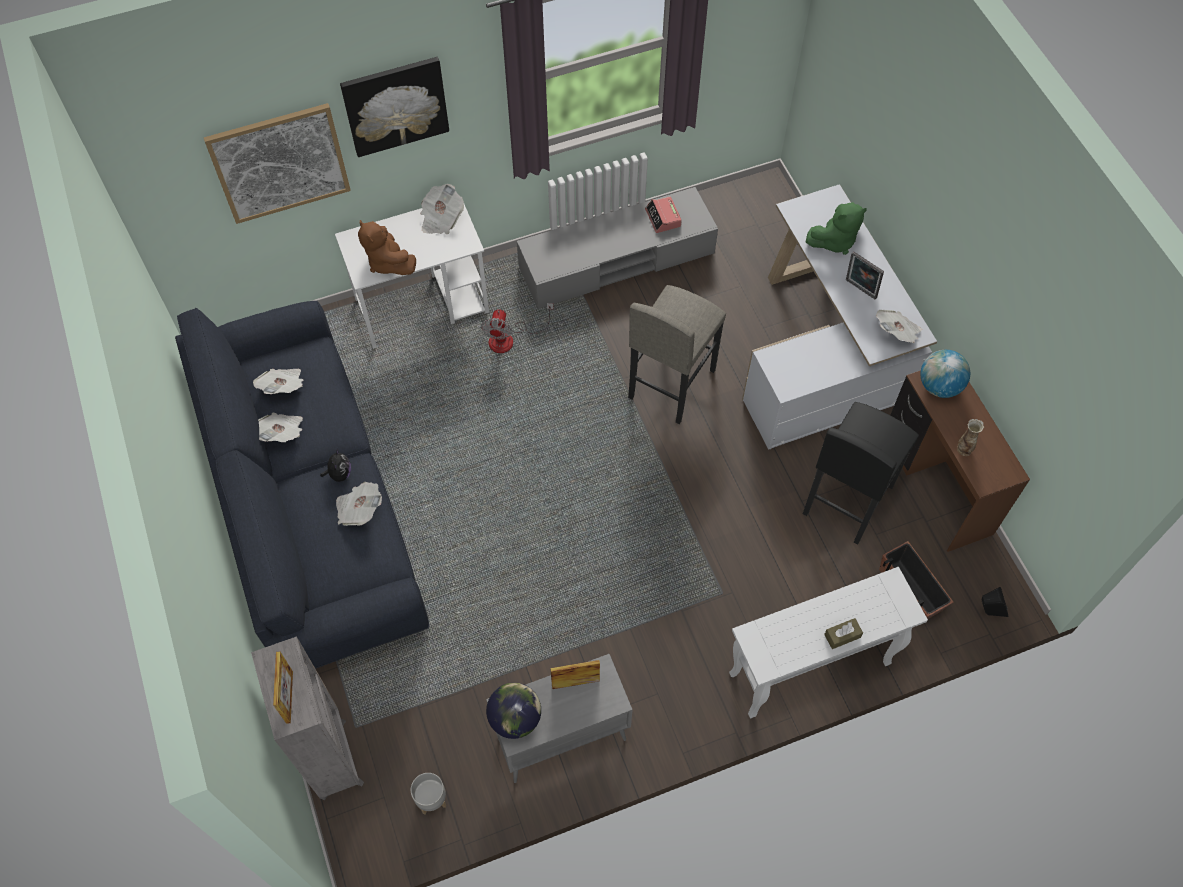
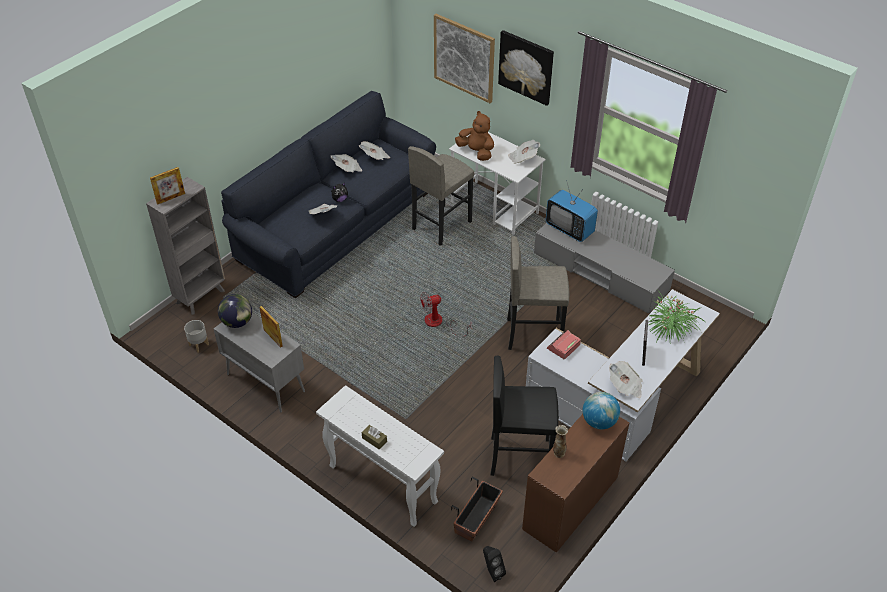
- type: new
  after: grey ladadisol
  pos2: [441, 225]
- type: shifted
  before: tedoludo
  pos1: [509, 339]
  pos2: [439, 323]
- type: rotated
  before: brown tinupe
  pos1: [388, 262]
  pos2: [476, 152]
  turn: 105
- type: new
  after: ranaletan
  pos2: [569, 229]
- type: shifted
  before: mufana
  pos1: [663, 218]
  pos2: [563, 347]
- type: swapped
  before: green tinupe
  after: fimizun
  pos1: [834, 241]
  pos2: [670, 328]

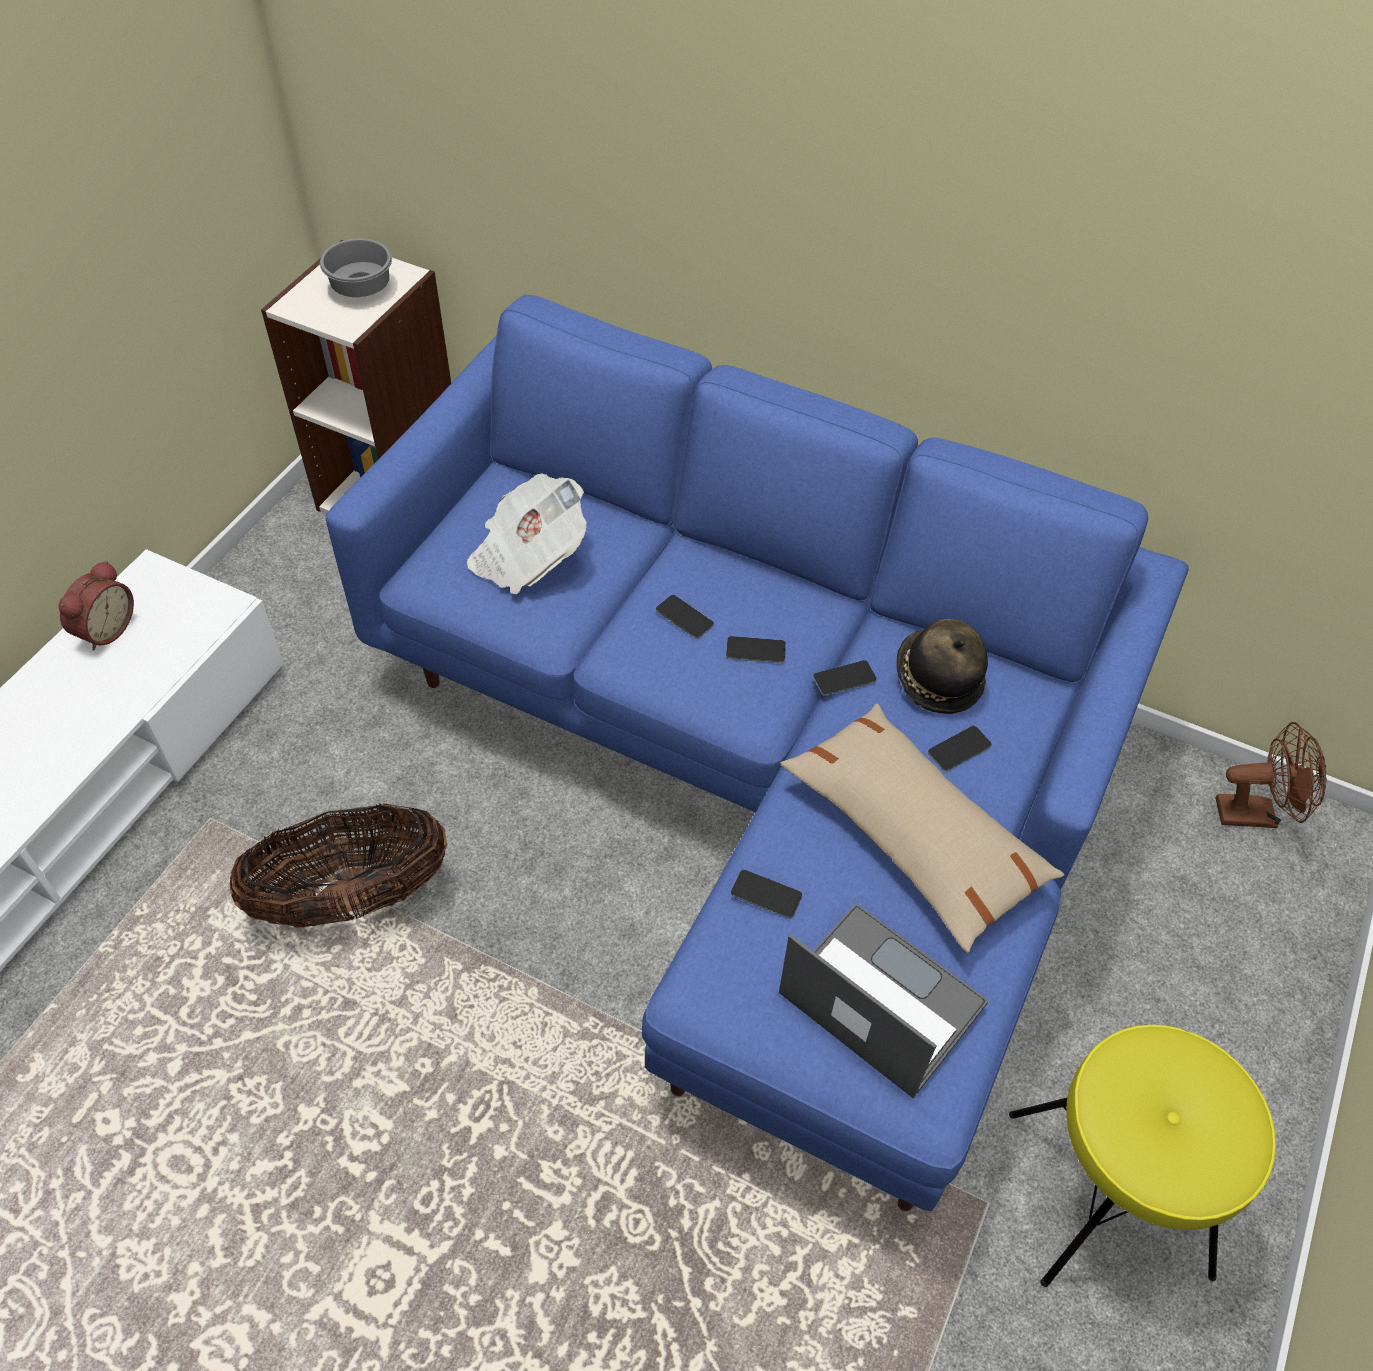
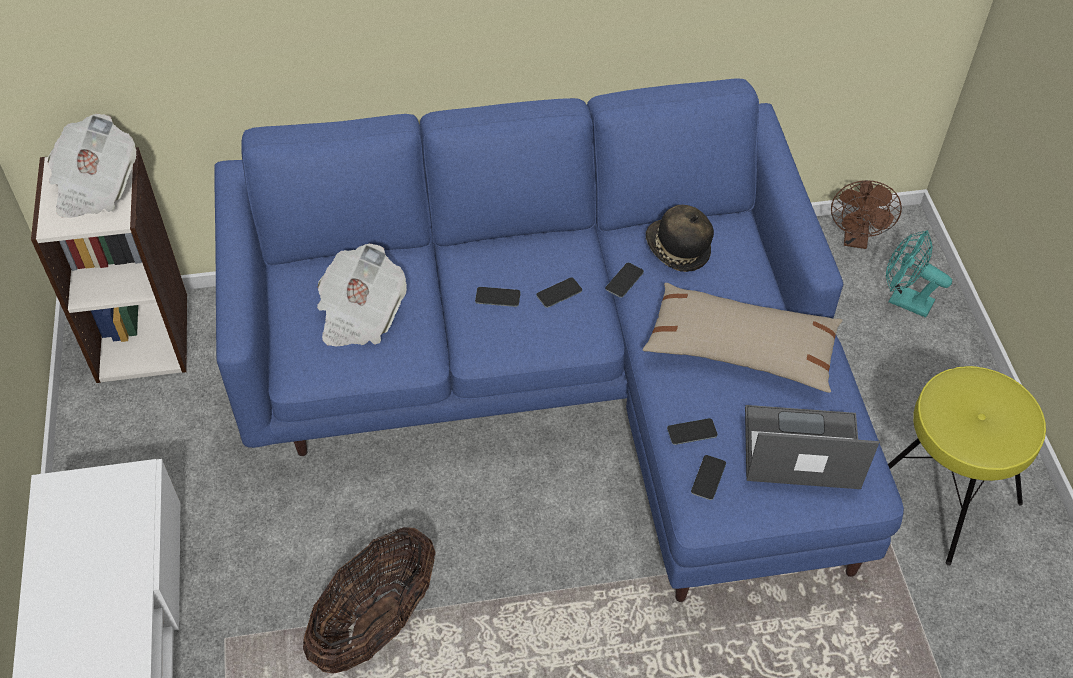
- type: swapped
  before: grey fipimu
  after: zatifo
  pos1: [360, 289]
  pos2: [95, 187]
- type: shifted
  before: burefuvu
  pos1: [959, 749]
  pos2: [708, 477]
- type: rotated
  before: brown tedoludo
  pos1: [1255, 813]
  pos2: [856, 239]
  turn: 135
- type: new
  after: turquoise tedoludo
  pos2: [903, 300]
- type: gone
  before: mufana
  pos1: [104, 629]

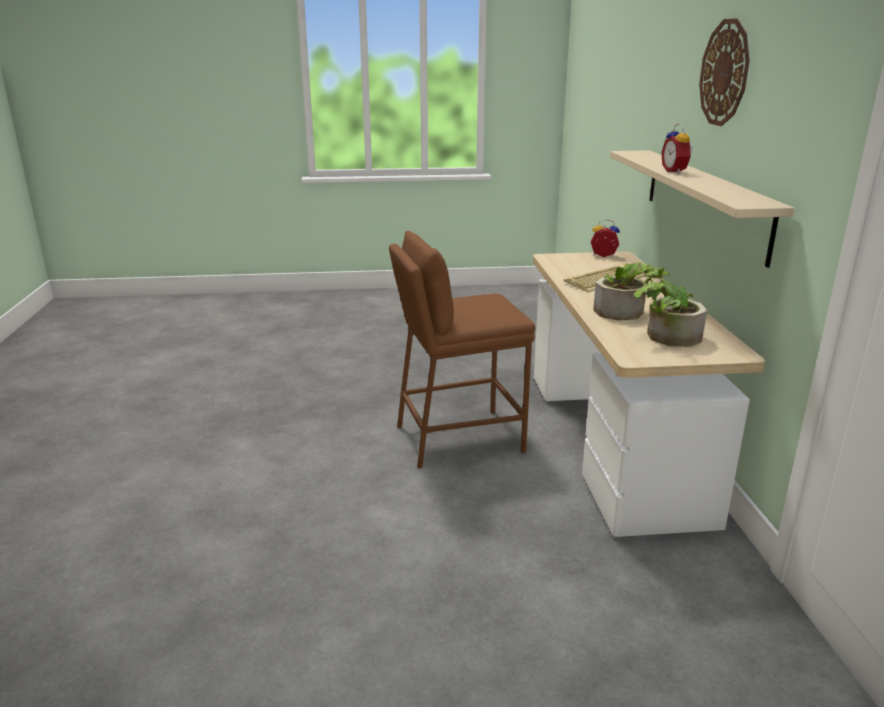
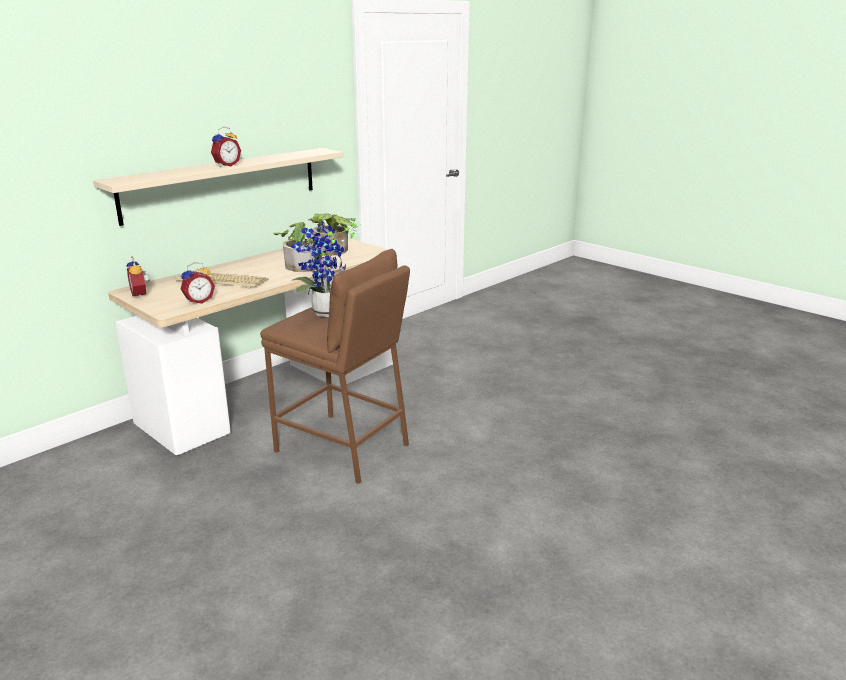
- type: new
  after: mufana
  pos2: [198, 301]
- type: new
  after: fimizun
  pos2: [327, 314]
- type: gone
  before: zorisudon
  pos1: [724, 73]

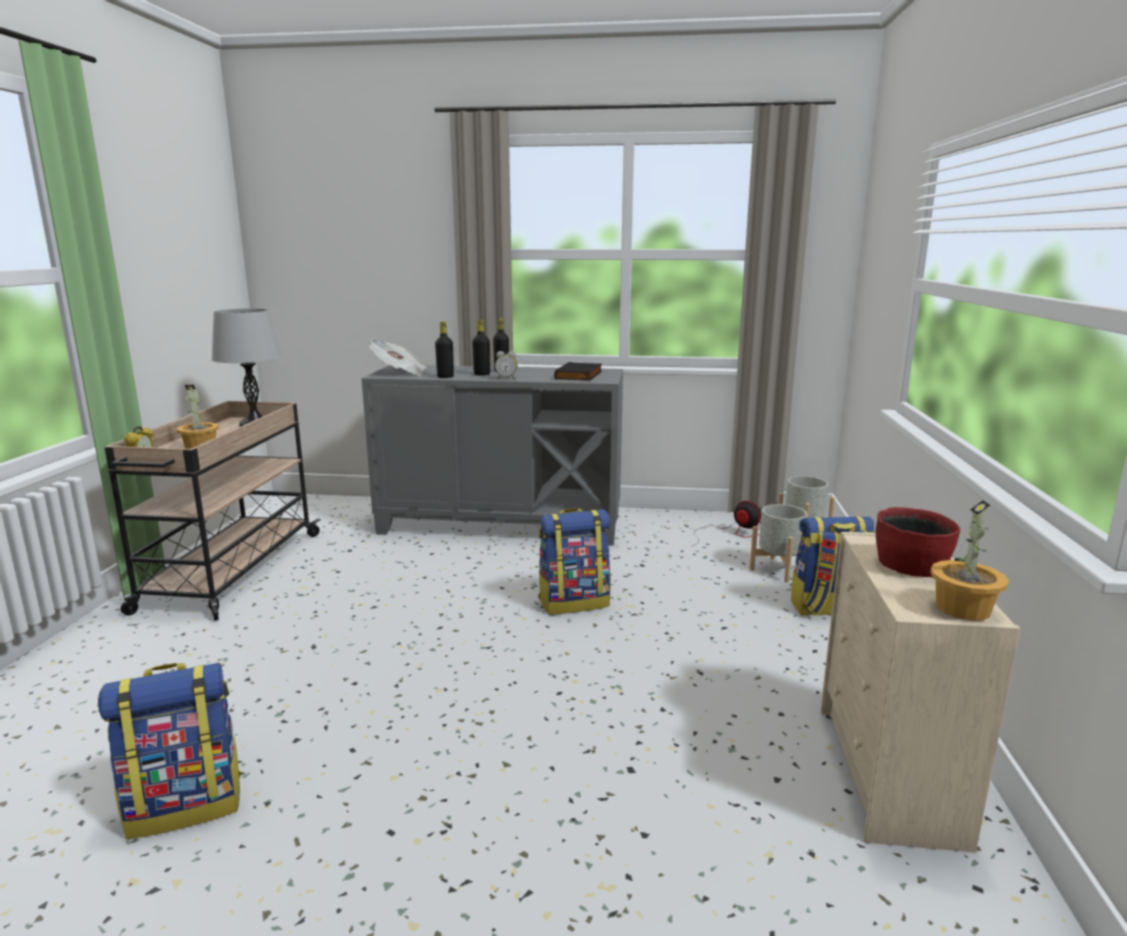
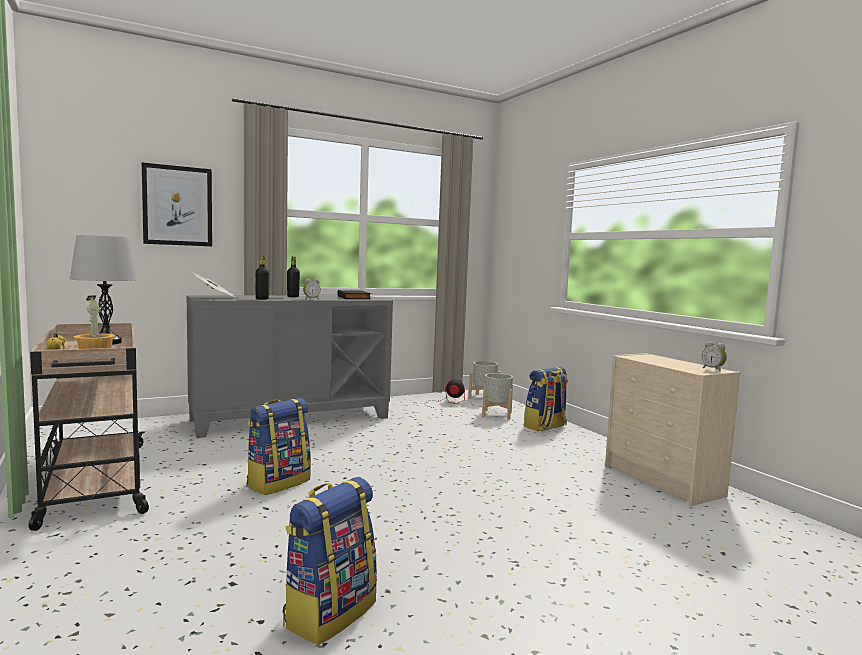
- type: new
  after: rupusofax
  pos2: [177, 206]
- type: shifted
  before: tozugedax
  pos1: [574, 602]
  pos2: [278, 483]
- type: swapped
  before: fimizun
  after: mufana
  pos1: [964, 609]
  pos2: [713, 369]
- type: gone
  before: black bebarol
  pos1: [482, 374]
- type: gone
  before: red fipimu
  pos1: [912, 565]

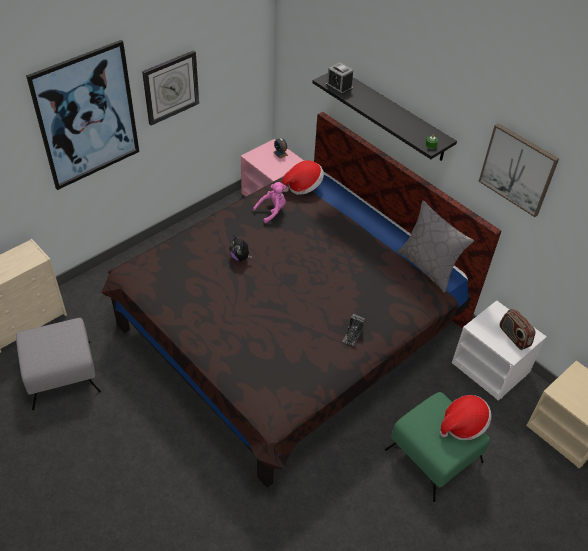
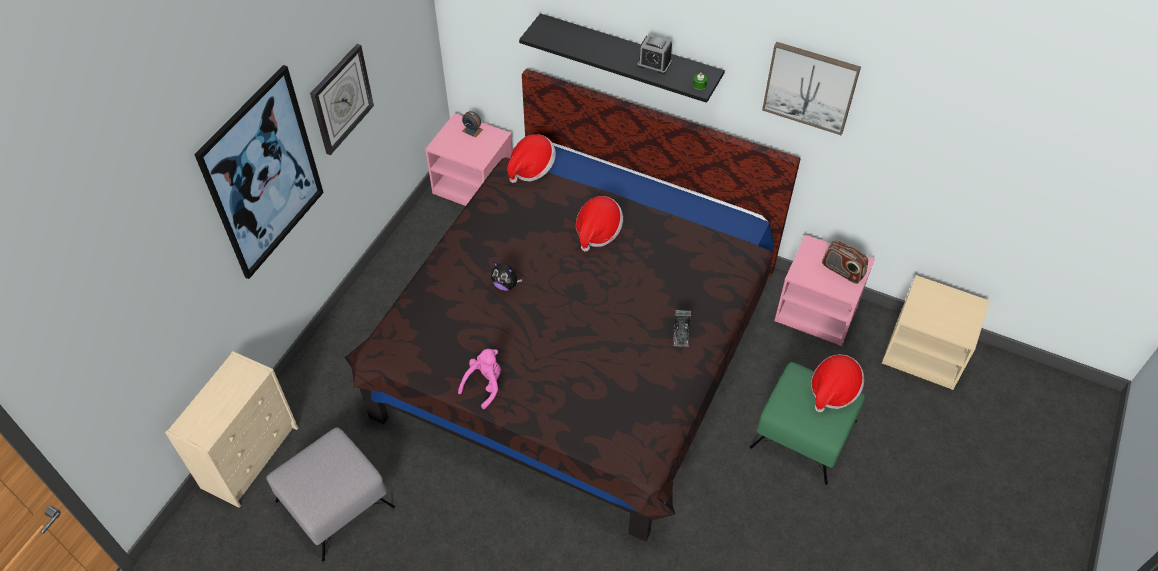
- type: shifted
  before: pink tinupe
  pos1: [272, 211]
  pos2: [484, 385]
- type: new
  after: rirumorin
  pos2: [597, 232]
- type: shifted
  before: mufana
  pos1: [339, 87]
  pos2: [654, 64]
- type: repainted
  before: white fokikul
  after: pink fokikul
  pos1: [491, 368]
  pos2: [818, 311]
- type: gone
  before: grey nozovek
  pos1: [428, 267]

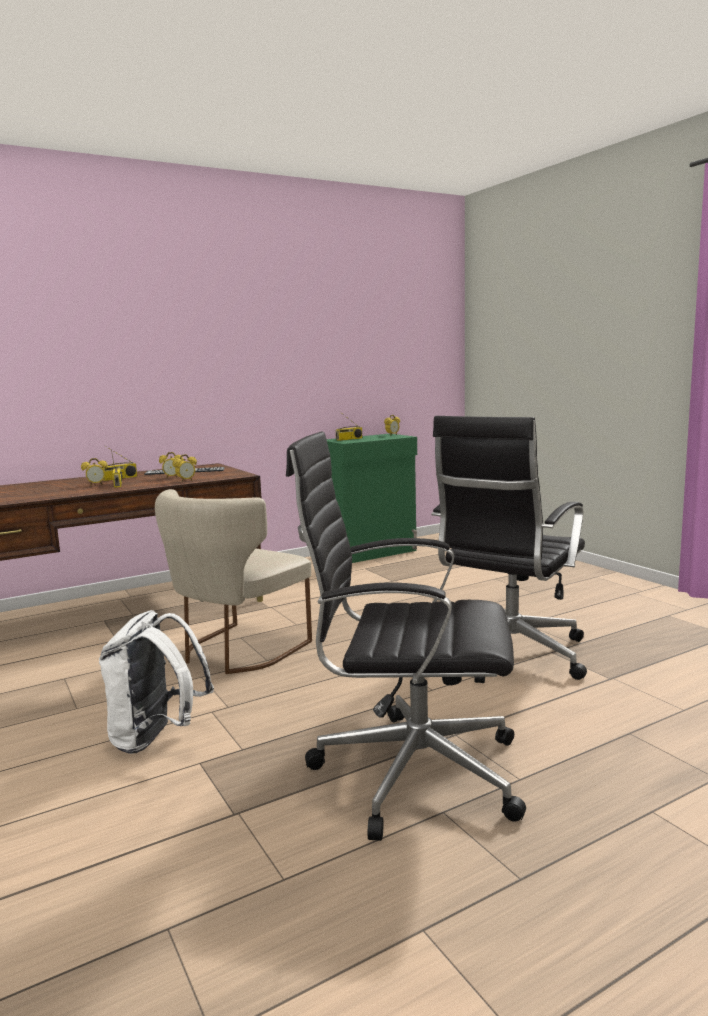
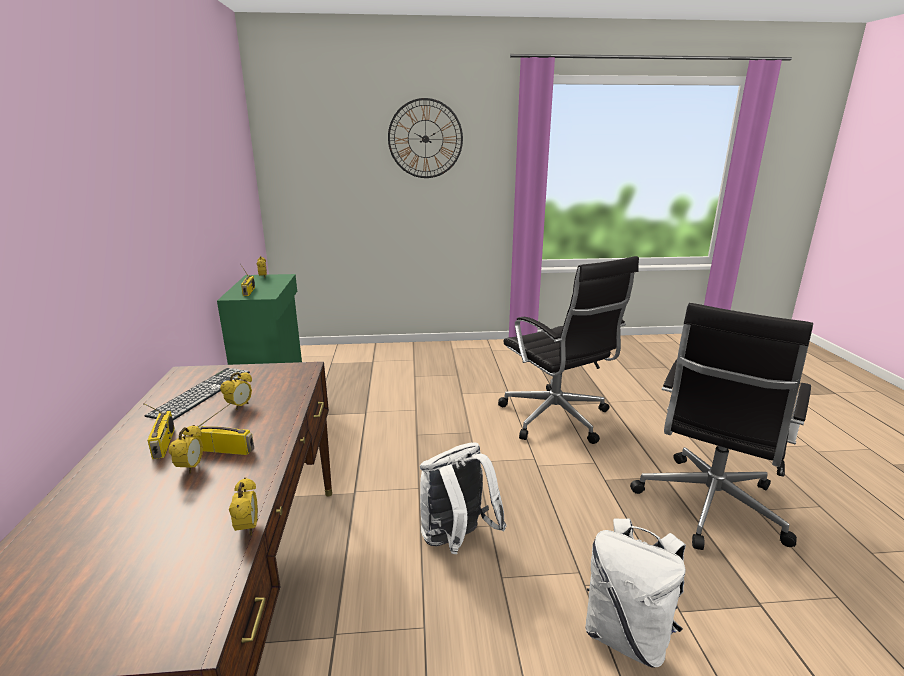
- type: shifted
  before: mufana
  pos1: [186, 481]
  pos2: [248, 528]
- type: new
  after: zorisudon
  pos2: [425, 139]
- type: swapped
  before: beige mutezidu
  after: white tozugedax
  pos1: [236, 652]
  pos2: [456, 540]

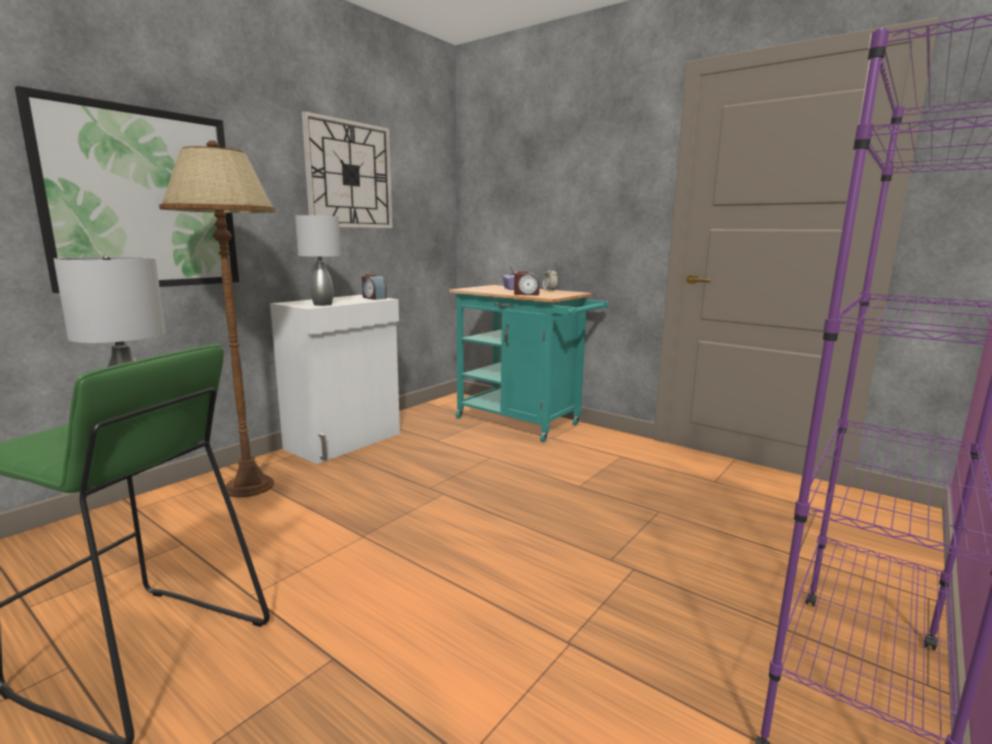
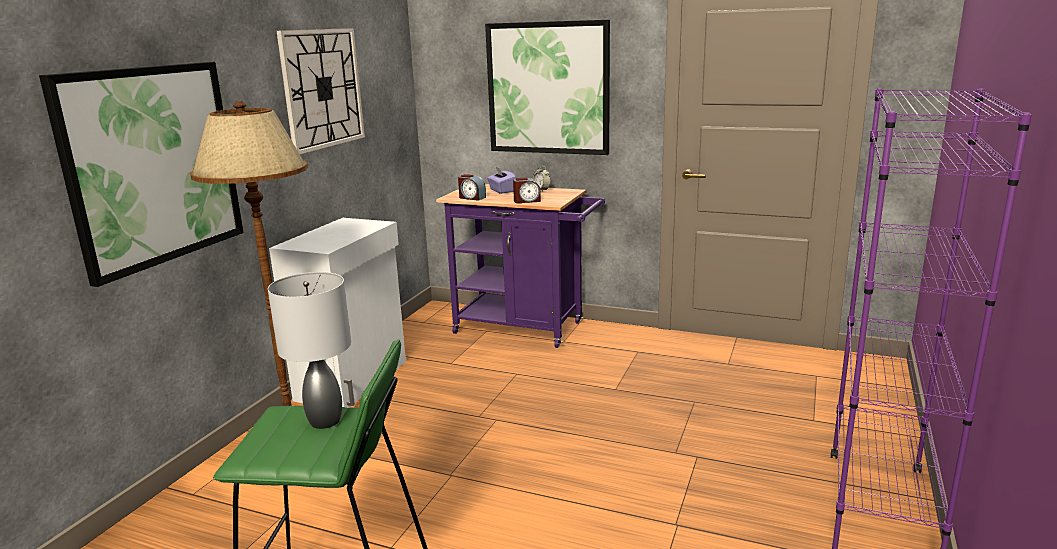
- type: repainted
  before: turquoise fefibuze
  after: purple fefibuze
  pos1: [524, 423]
  pos2: [526, 328]
- type: shifted
  before: mufana
  pos1: [373, 298]
  pos2: [471, 198]
- type: new
  after: rupusofax
  pos2: [548, 88]
- type: gone
  before: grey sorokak
  pos1: [323, 304]

